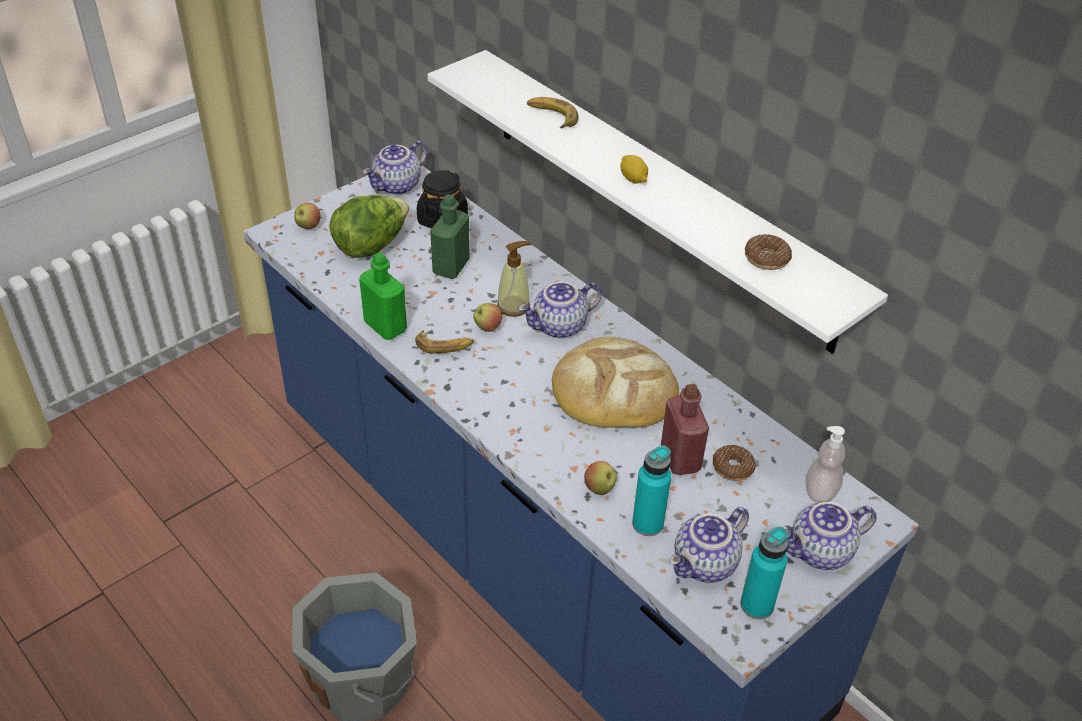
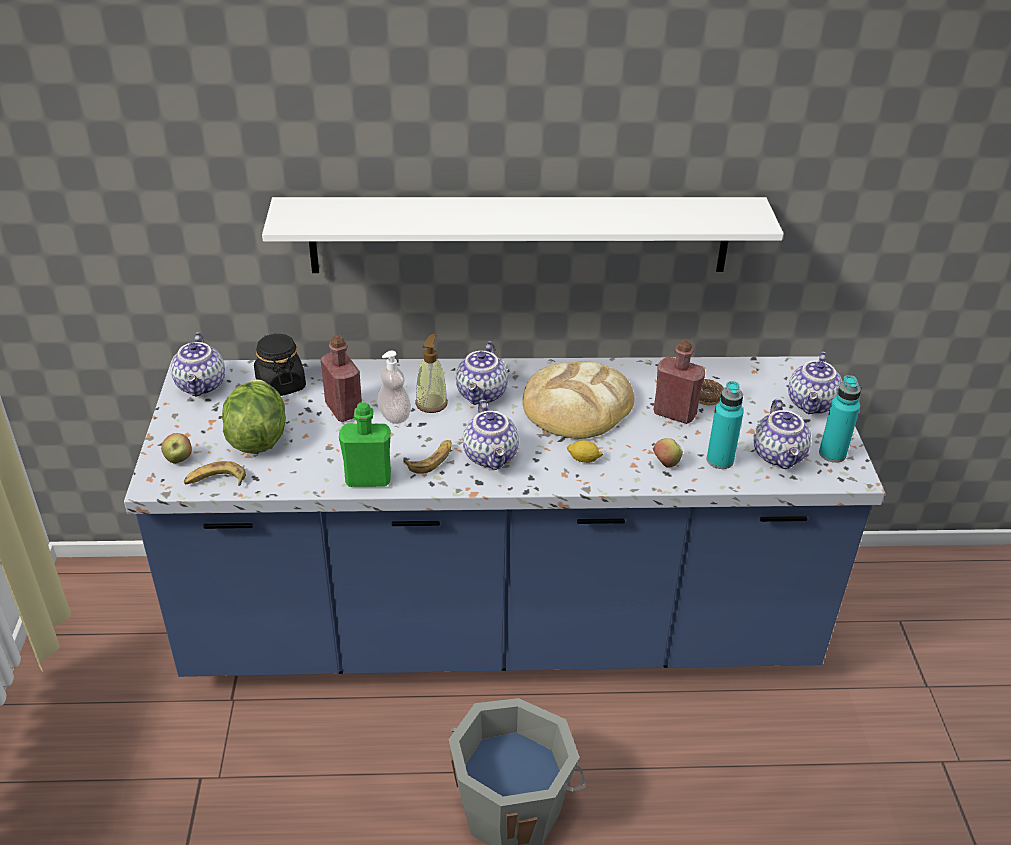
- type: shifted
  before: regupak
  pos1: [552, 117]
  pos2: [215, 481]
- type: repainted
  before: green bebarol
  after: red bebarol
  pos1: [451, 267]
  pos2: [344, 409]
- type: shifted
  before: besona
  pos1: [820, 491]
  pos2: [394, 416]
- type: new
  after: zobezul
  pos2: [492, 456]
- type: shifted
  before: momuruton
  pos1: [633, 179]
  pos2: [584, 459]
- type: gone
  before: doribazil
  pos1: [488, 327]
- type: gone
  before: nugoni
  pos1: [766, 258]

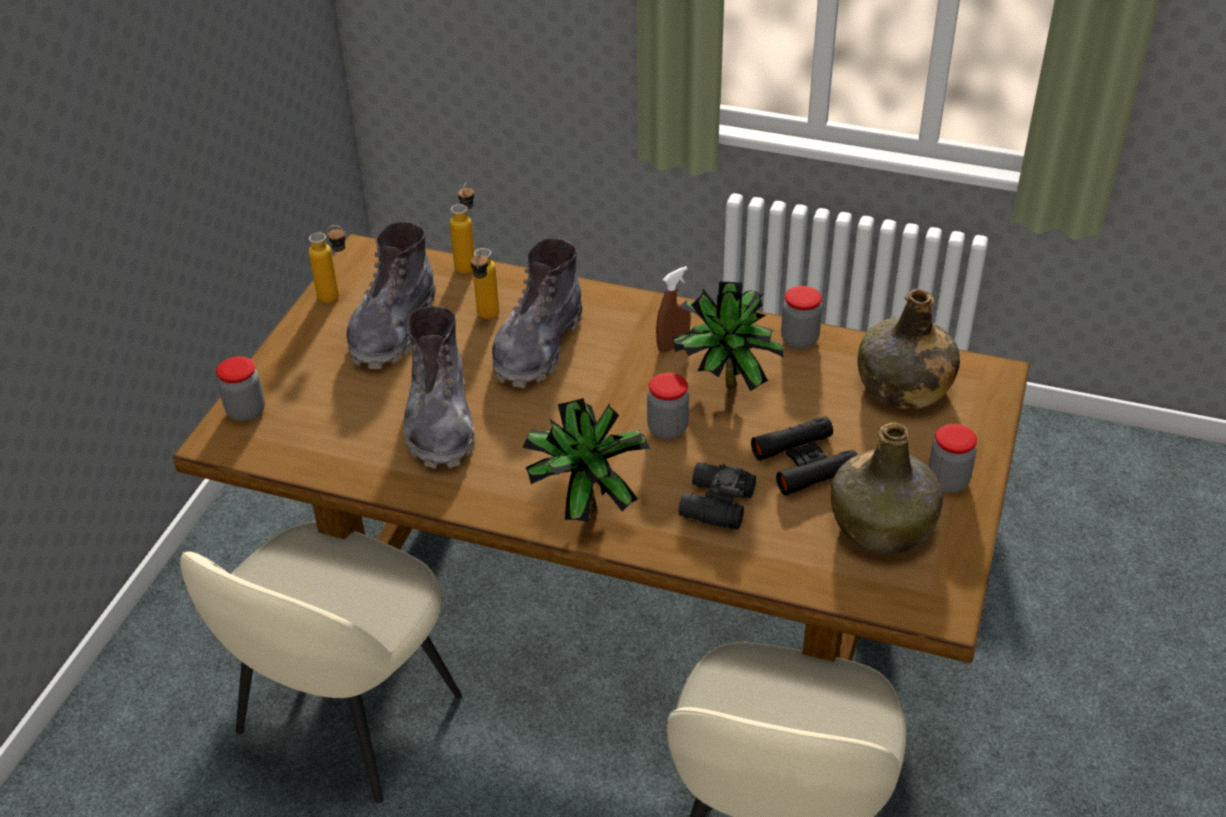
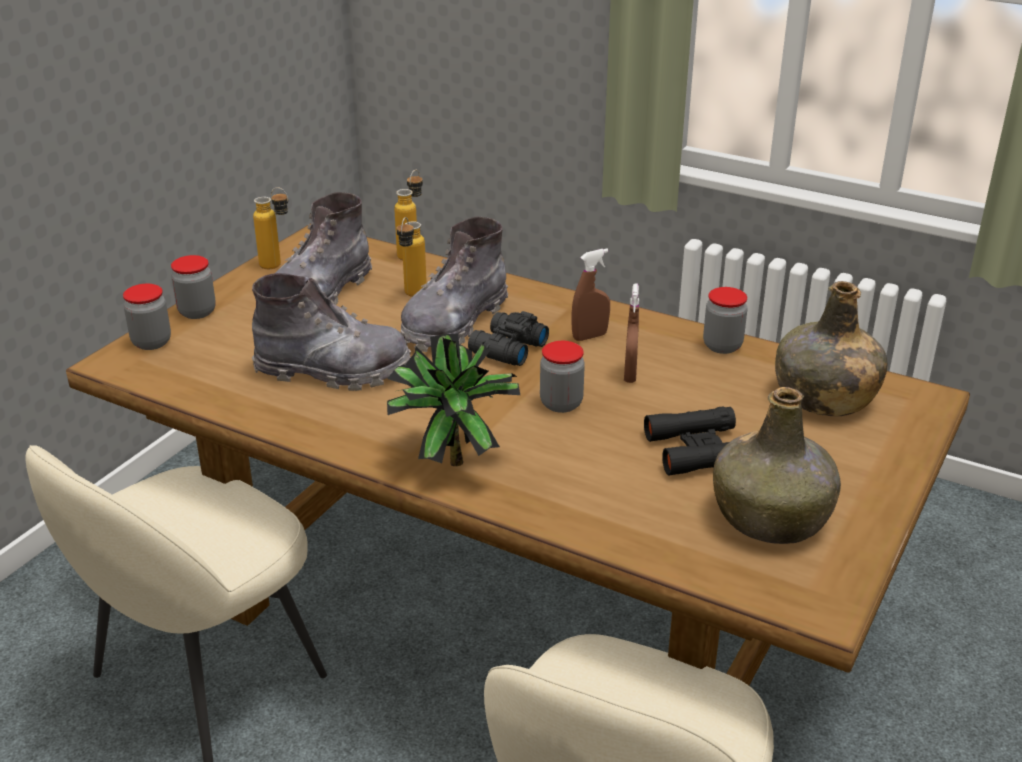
- type: shifted
  before: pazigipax
  pos1: [947, 481]
  pos2: [197, 312]
- type: rotated
  before: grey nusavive
  pos1: [440, 421]
  pos2: [333, 371]
  turn: -90
- type: shifted
  before: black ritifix
  pos1: [714, 505]
  pos2: [506, 349]
- type: swapped
  before: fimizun
  after: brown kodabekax
  pos1: [722, 386]
  pos2: [630, 375]

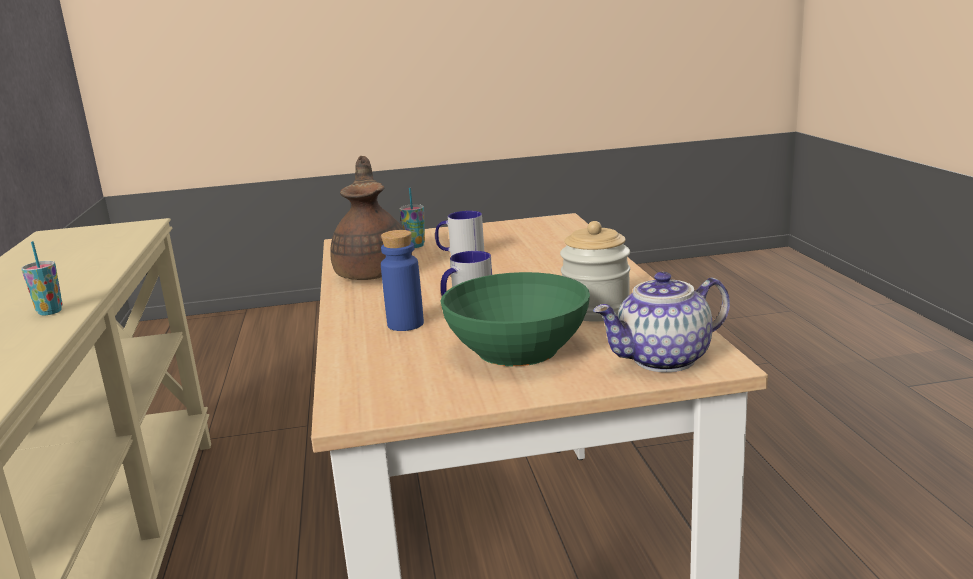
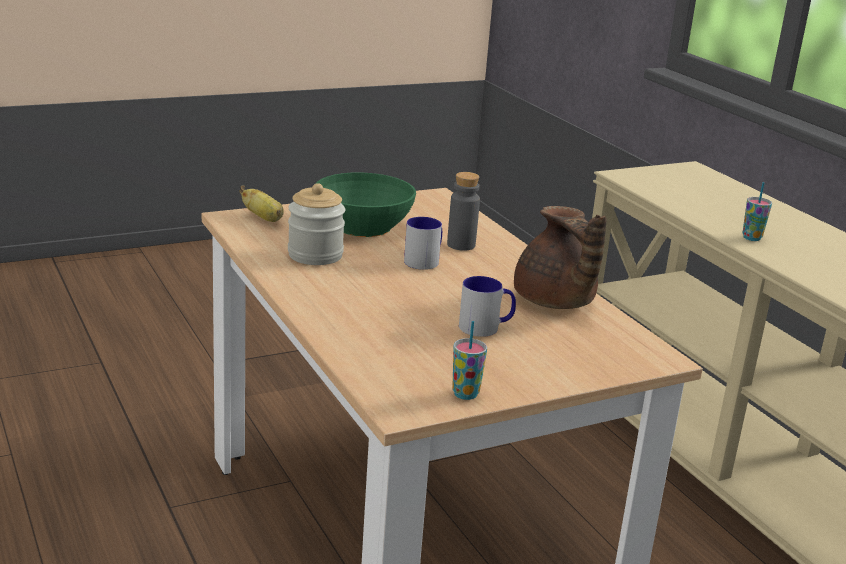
- type: swapped
  before: zobezul
  after: regupak
  pos1: [664, 360]
  pos2: [264, 218]
- type: repainted
  before: blue bebarol
  after: grey bebarol
  pos1: [405, 324]
  pos2: [461, 245]
- type: shifted
  before: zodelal
  pos1: [415, 245]
  pos2: [465, 394]

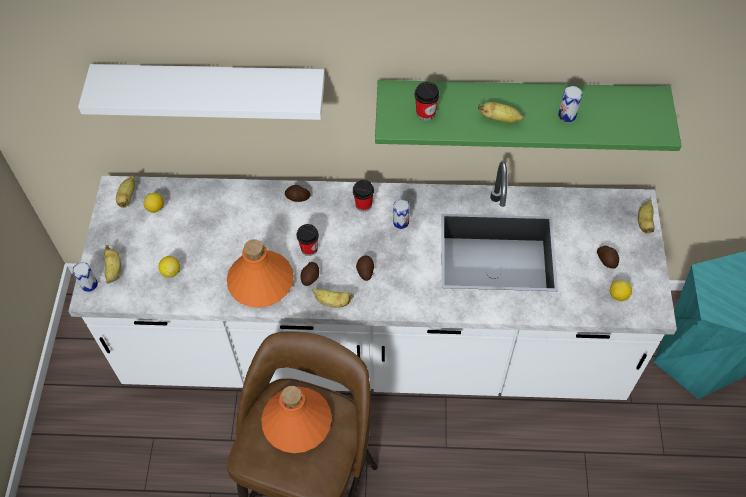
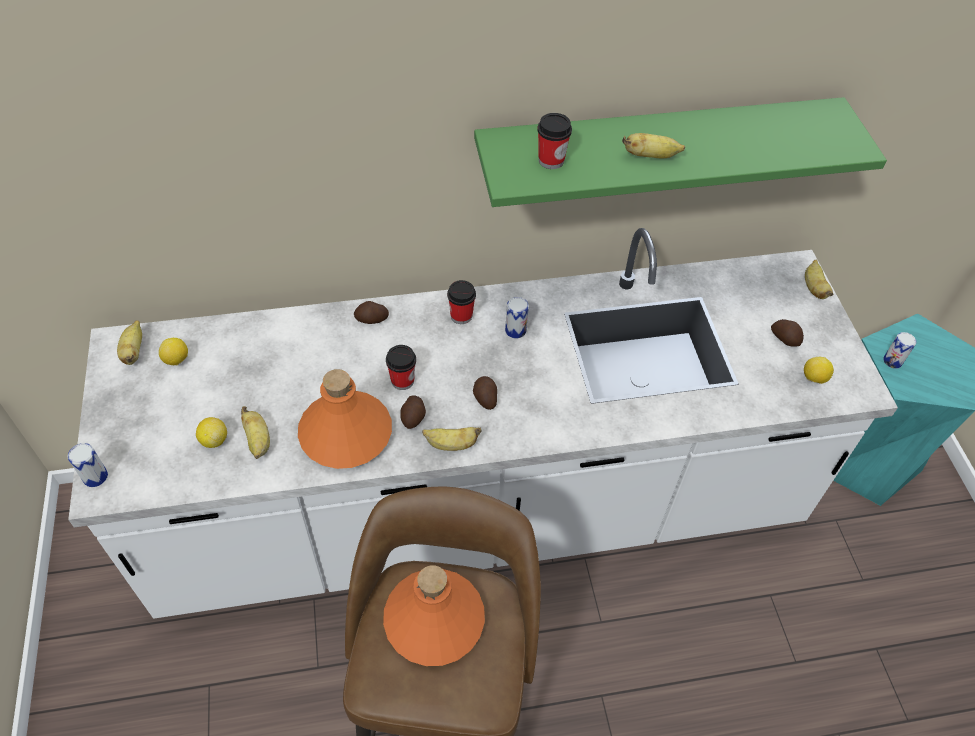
- type: shifted
  before: regupak
  pos1: [114, 270]
  pos2: [258, 441]
- type: shifted
  before: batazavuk
  pos1: [567, 115]
  pos2: [892, 361]
- type: gone
  before: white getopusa
  pos1: [211, 89]

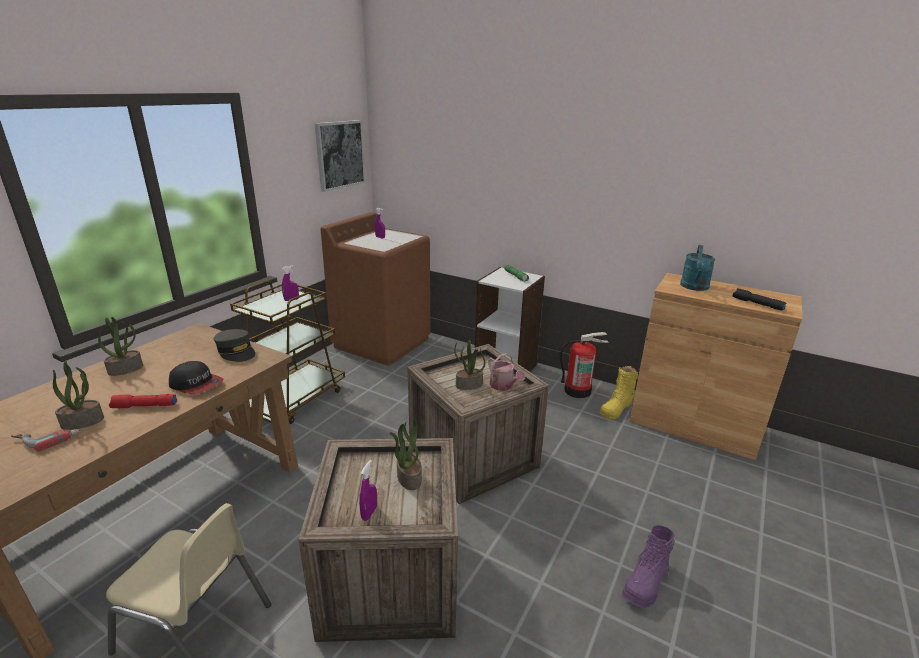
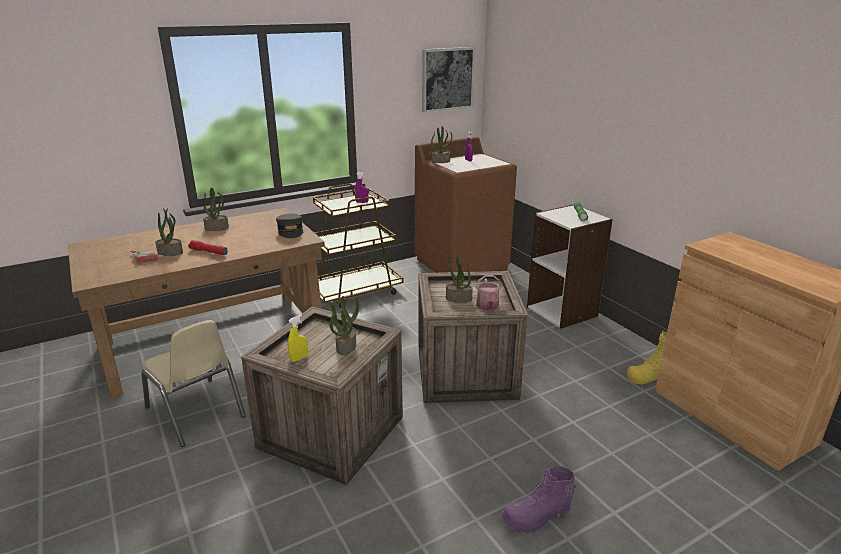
- type: repainted
  before: purple kodabekax
  after: yellow kodabekax
  pos1: [369, 513]
  pos2: [299, 358]
- type: new
  after: fimizun
  pos2: [441, 161]
- type: gone
  before: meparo
  pos1: [196, 384]
- type: gone
  before: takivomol
  pos1: [577, 390]
- type: gone
  before: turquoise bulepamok
  pos1: [694, 287]
- type: gone
  before: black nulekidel
  pos1: [756, 304]

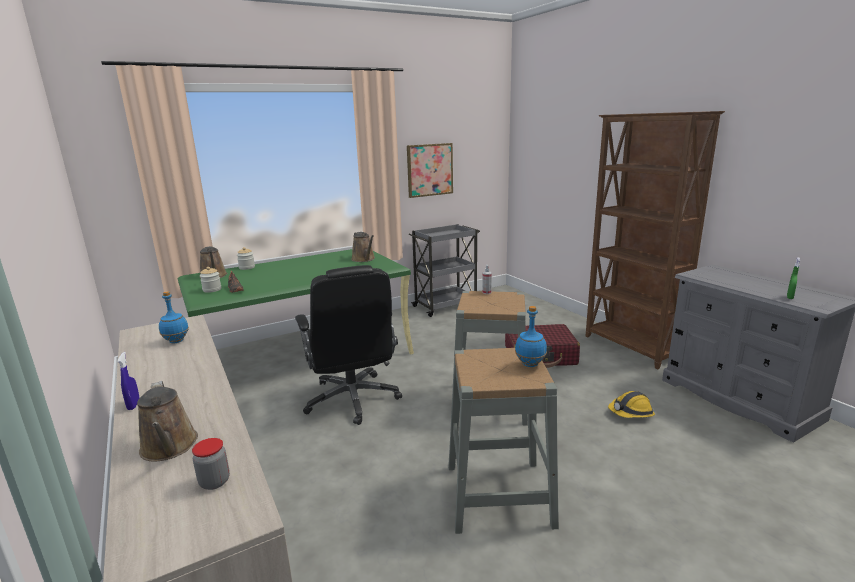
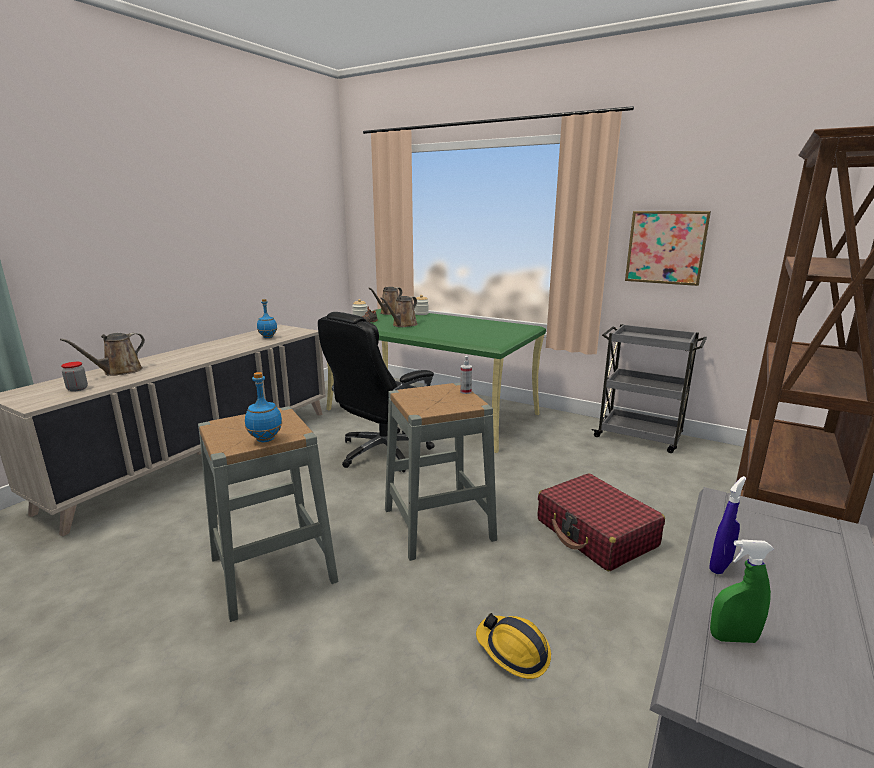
- type: shifted
  before: brown bulepamok
  pos1: [364, 259]
  pos2: [403, 325]
- type: shifted
  before: blue kodabekax
  pos1: [133, 405]
  pos2: [720, 566]

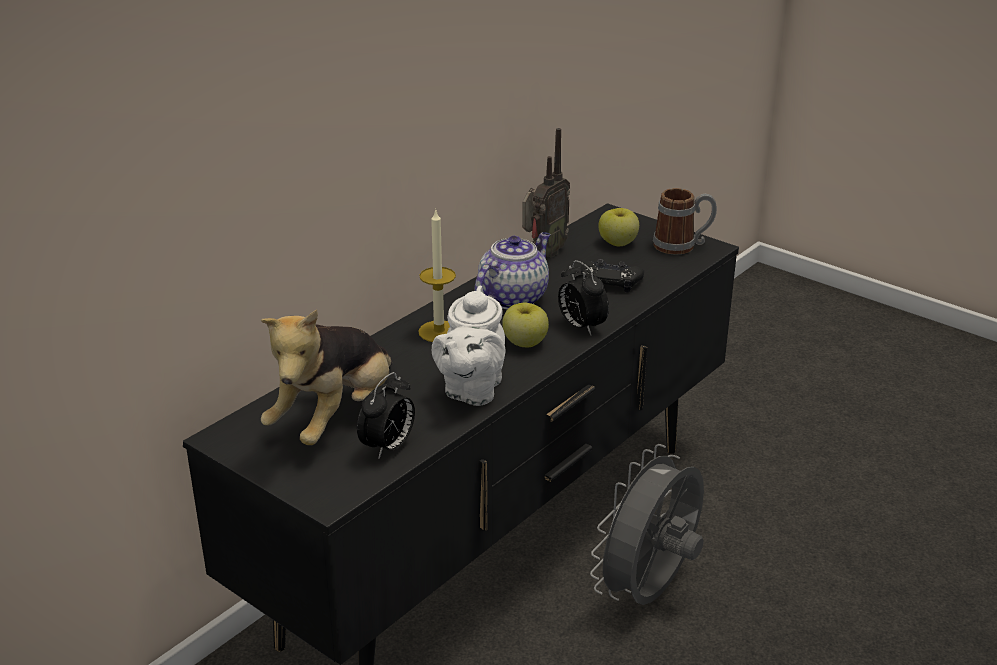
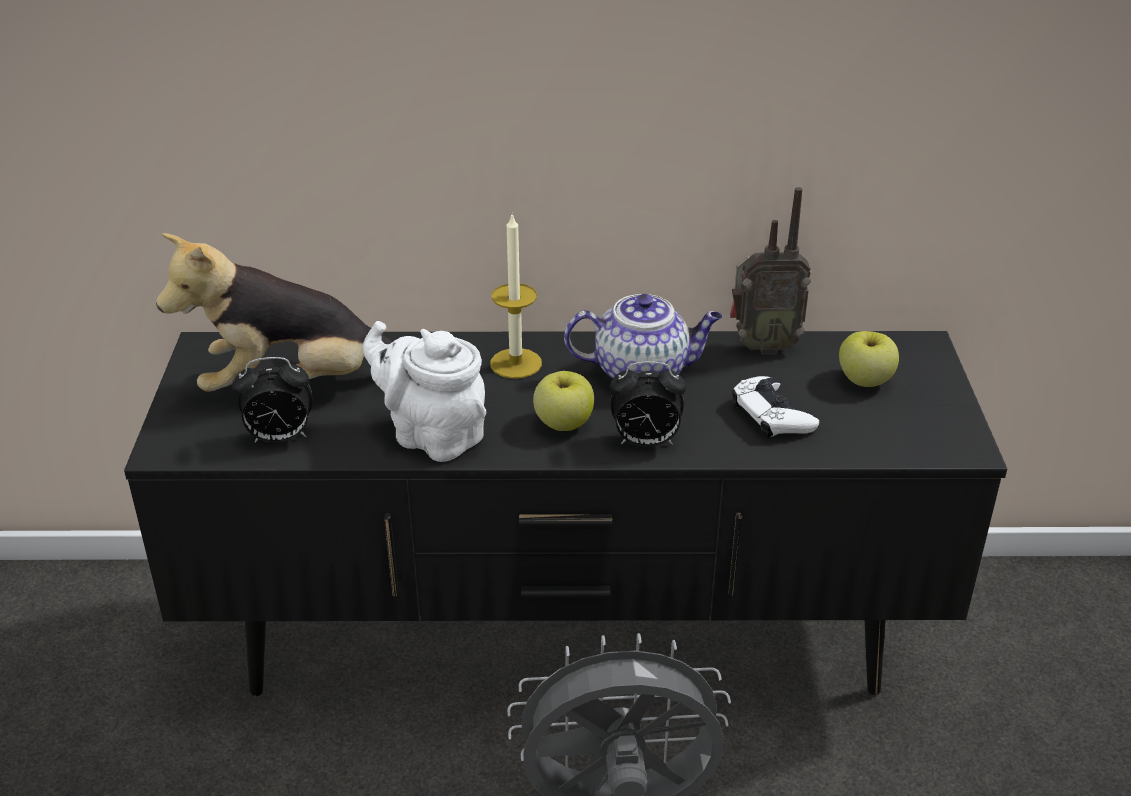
- type: rotated
  before: white zobezul
  pos1: [471, 390]
  pos2: [432, 435]
  turn: 60
- type: rotated
  before: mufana
  pos1: [580, 327]
  pos2: [645, 442]
  turn: -105
- type: repainted
  before: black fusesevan
  after: white fusesevan
  pos1: [610, 281]
  pos2: [772, 415]
- type: gone
  before: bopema
  pos1: [682, 246]

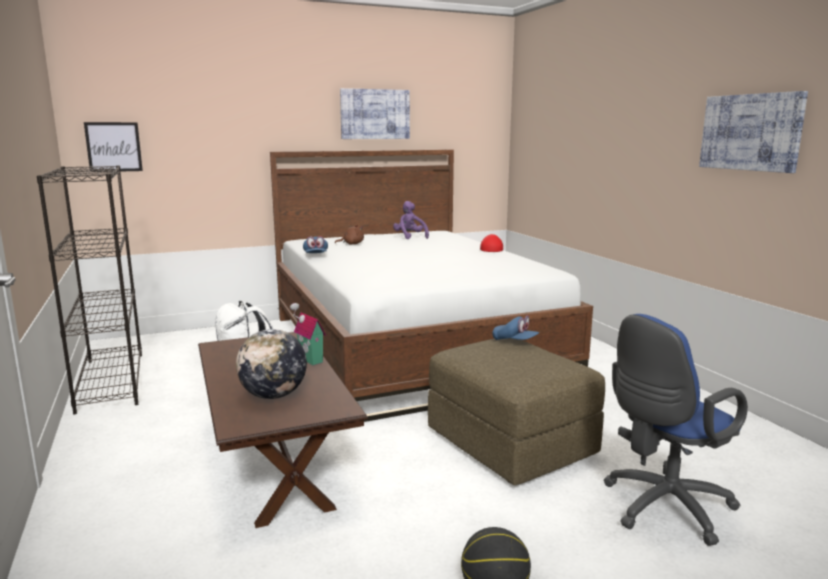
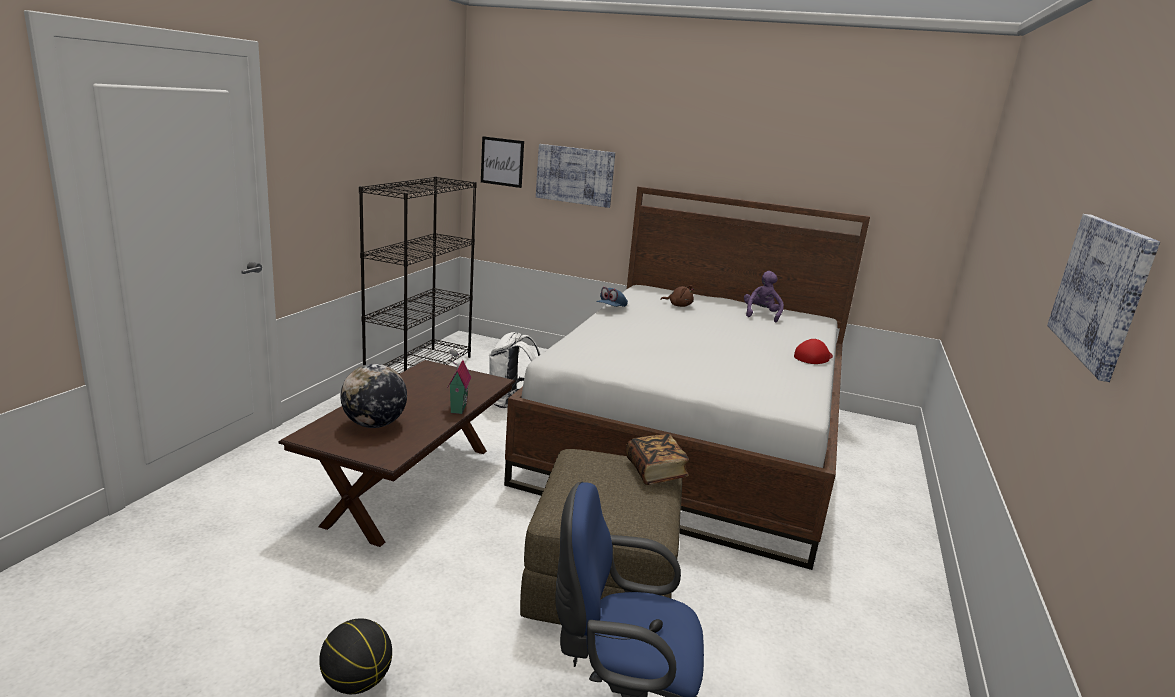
- type: shifted
  before: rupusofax
  pos1: [375, 114]
  pos2: [575, 175]
- type: swapped
  before: blue meparo
  after: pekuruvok
  pos1: [515, 341]
  pos2: [655, 472]

